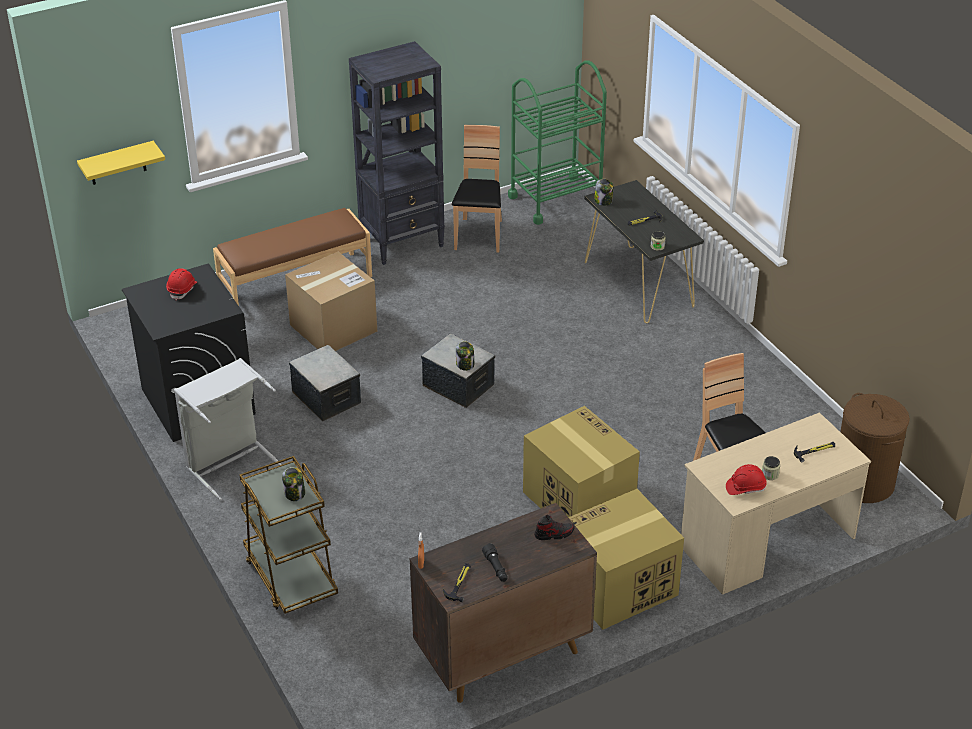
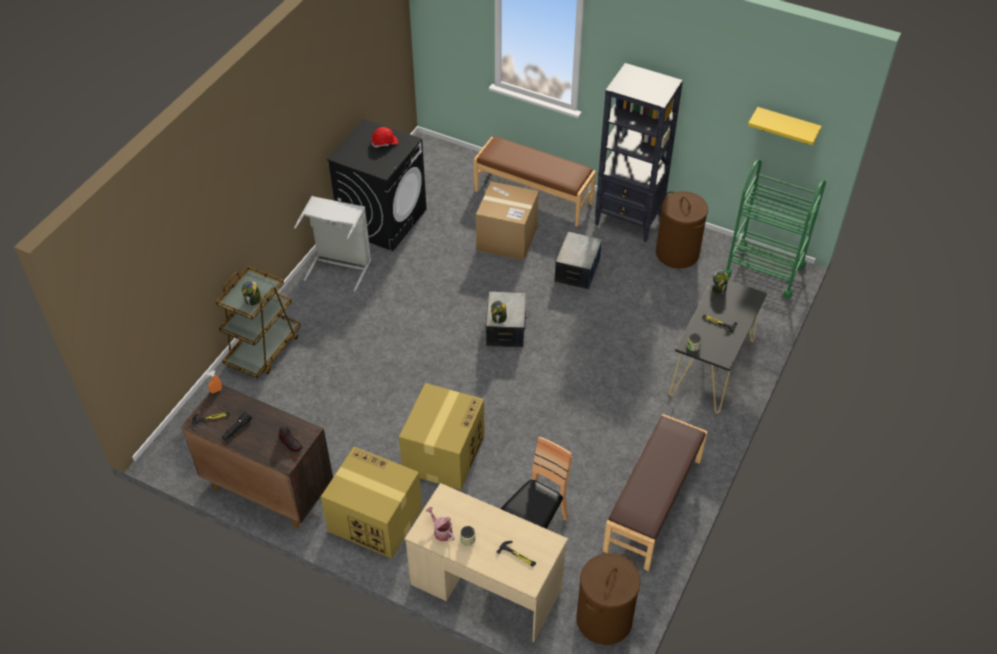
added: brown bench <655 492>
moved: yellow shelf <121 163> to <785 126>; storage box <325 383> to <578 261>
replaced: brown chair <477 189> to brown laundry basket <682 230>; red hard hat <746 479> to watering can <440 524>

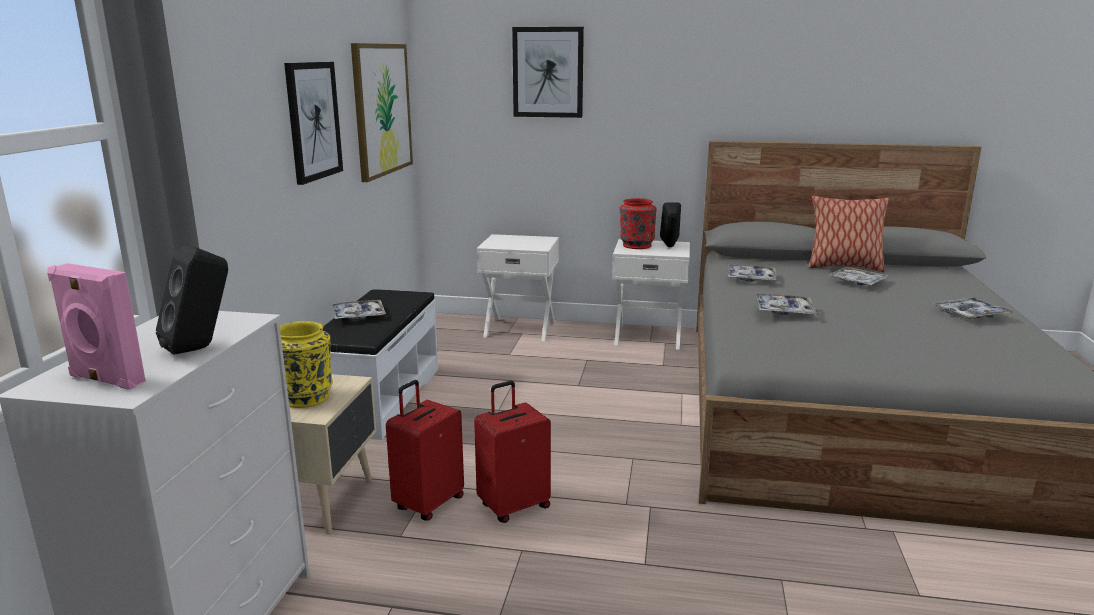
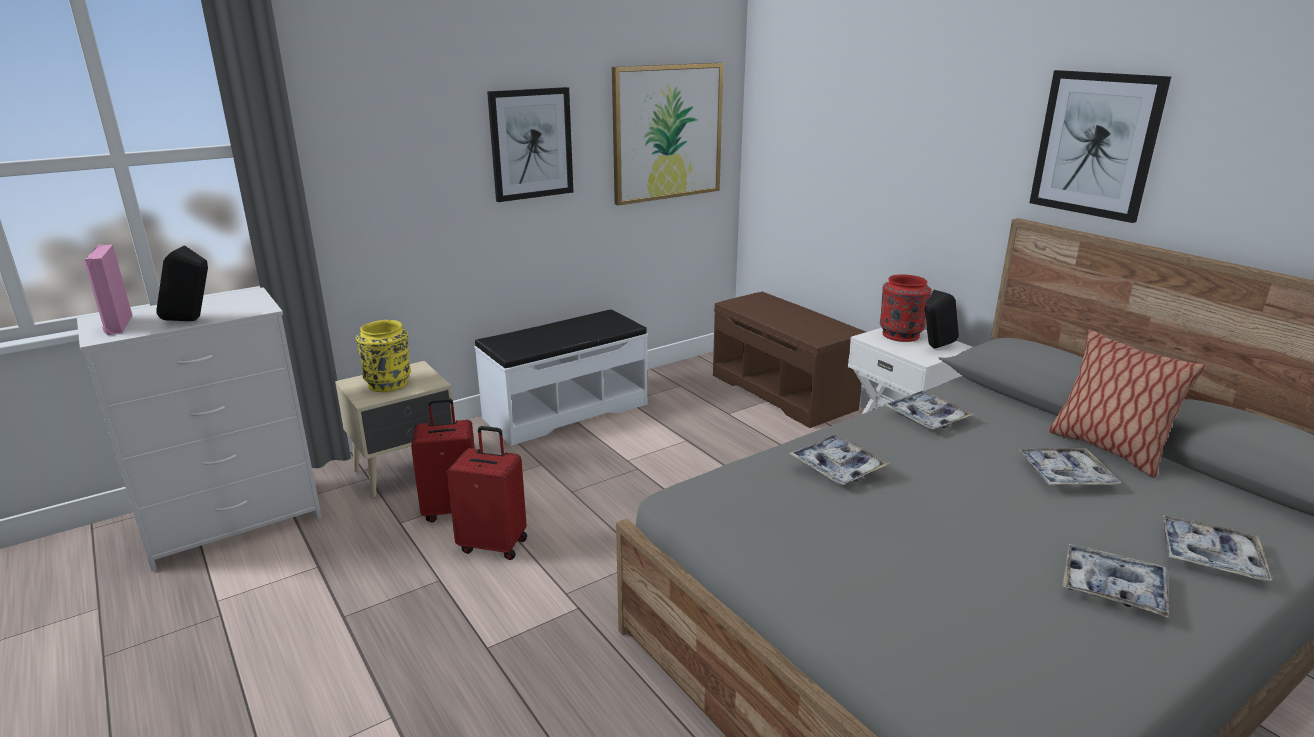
moved: picture <548 72> to <1100 146>; tray <359 310> to <1217 548>
replaced: white nightstand <518 288> to brown bench <789 360>

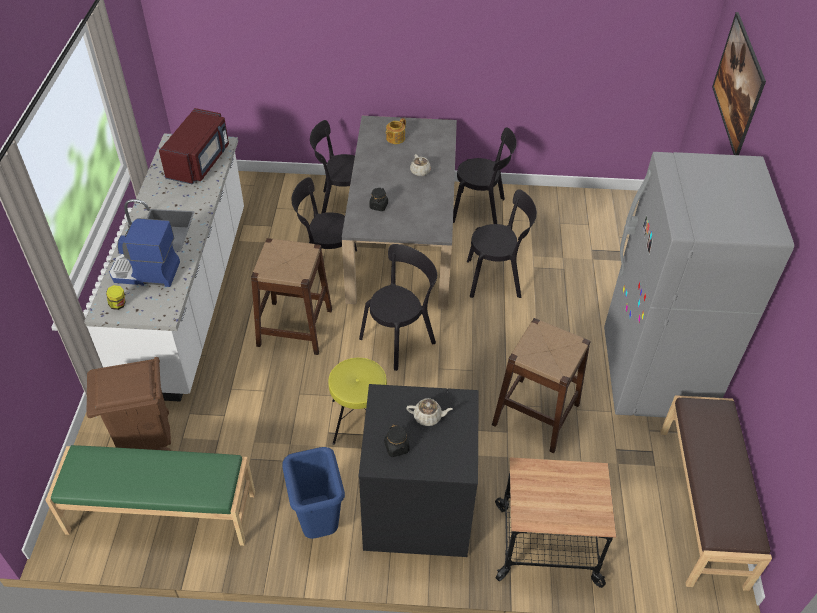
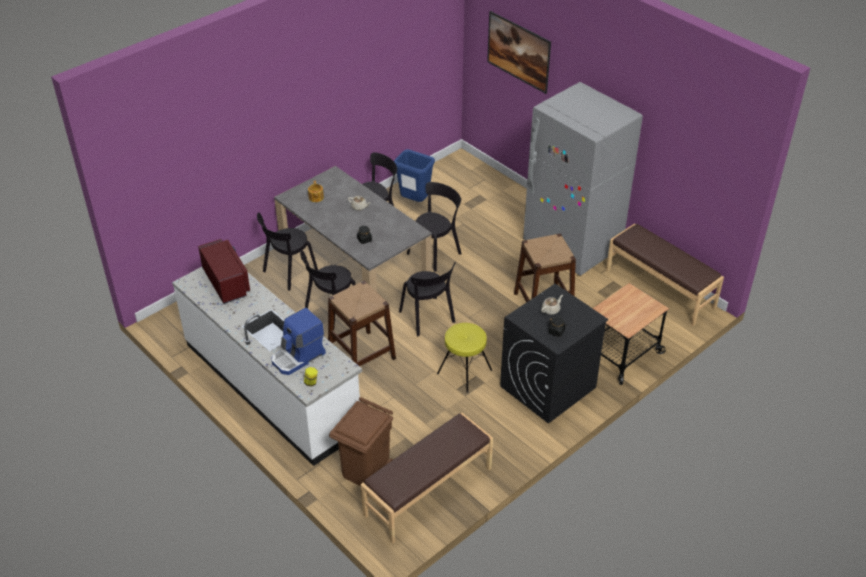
moved: blue trash can <313 493> to <414 175>
recoloured: green bench <150 495> to brown bench <427 478>
turned: black chair <398 307> = <427 299> 150 degrees clockwise

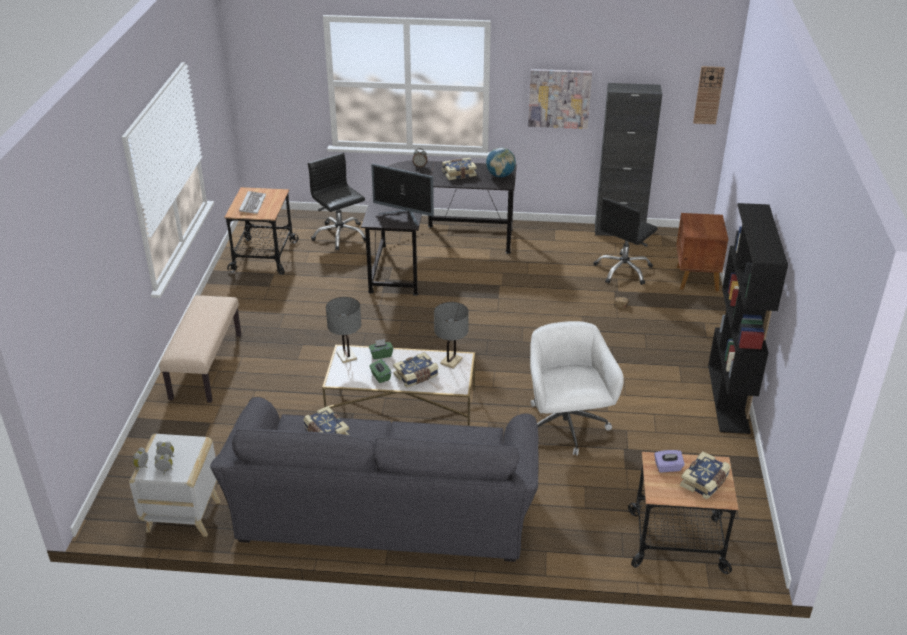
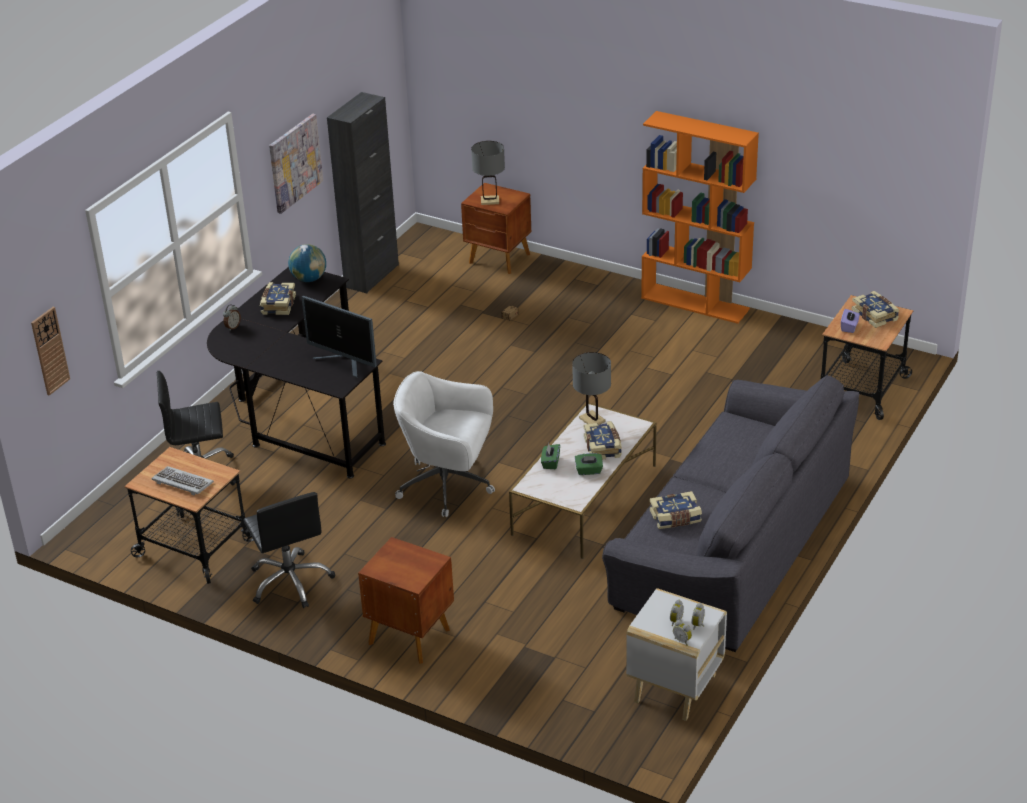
moved: wall clock <709 95> to <50 351>; black office chair <625 241> to <289 550>; grey table lamp <343 330> to <488 173>; white office chair <577 388> to <444 444>
replaced: beige bench <200 349> to brown nightstand <406 600>
recoloured: black bookcase <748 318> to orange bookcase <700 217>
turned: monitor <402 194> = <339 337> 75 degrees clockwise

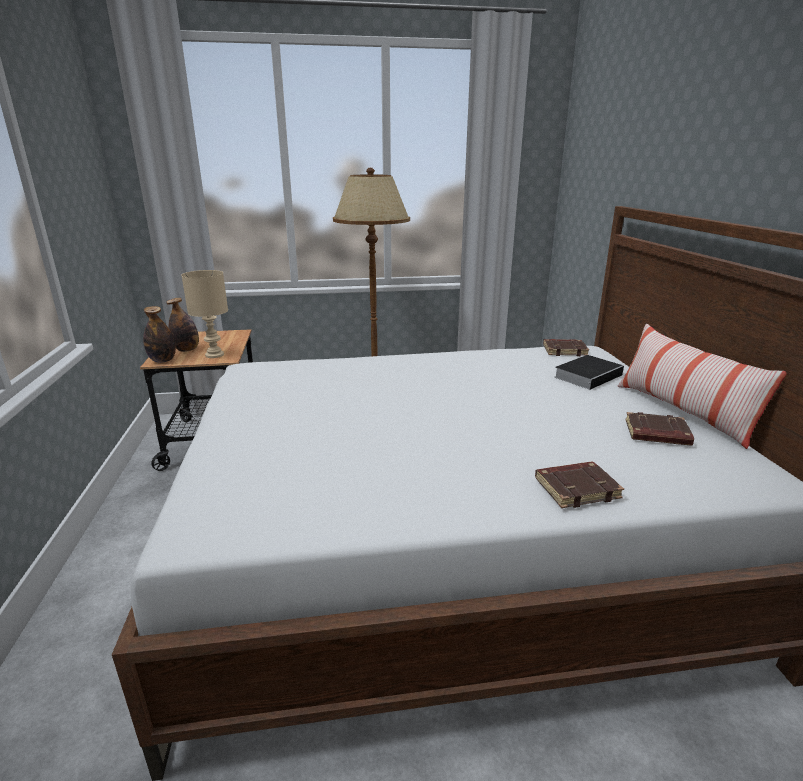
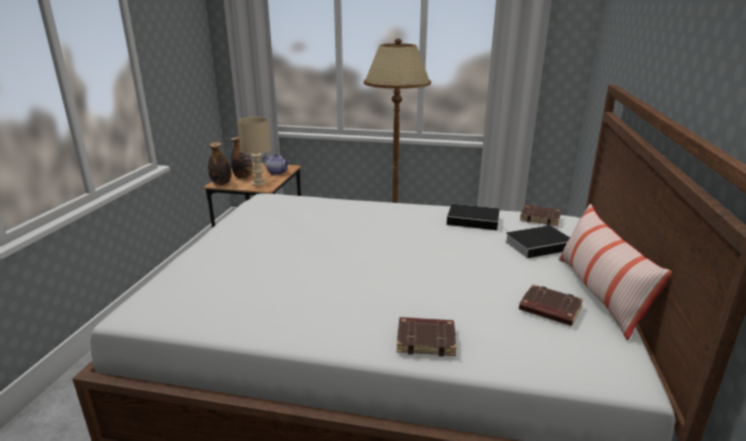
added: teapot <276 164>; book <477 217>

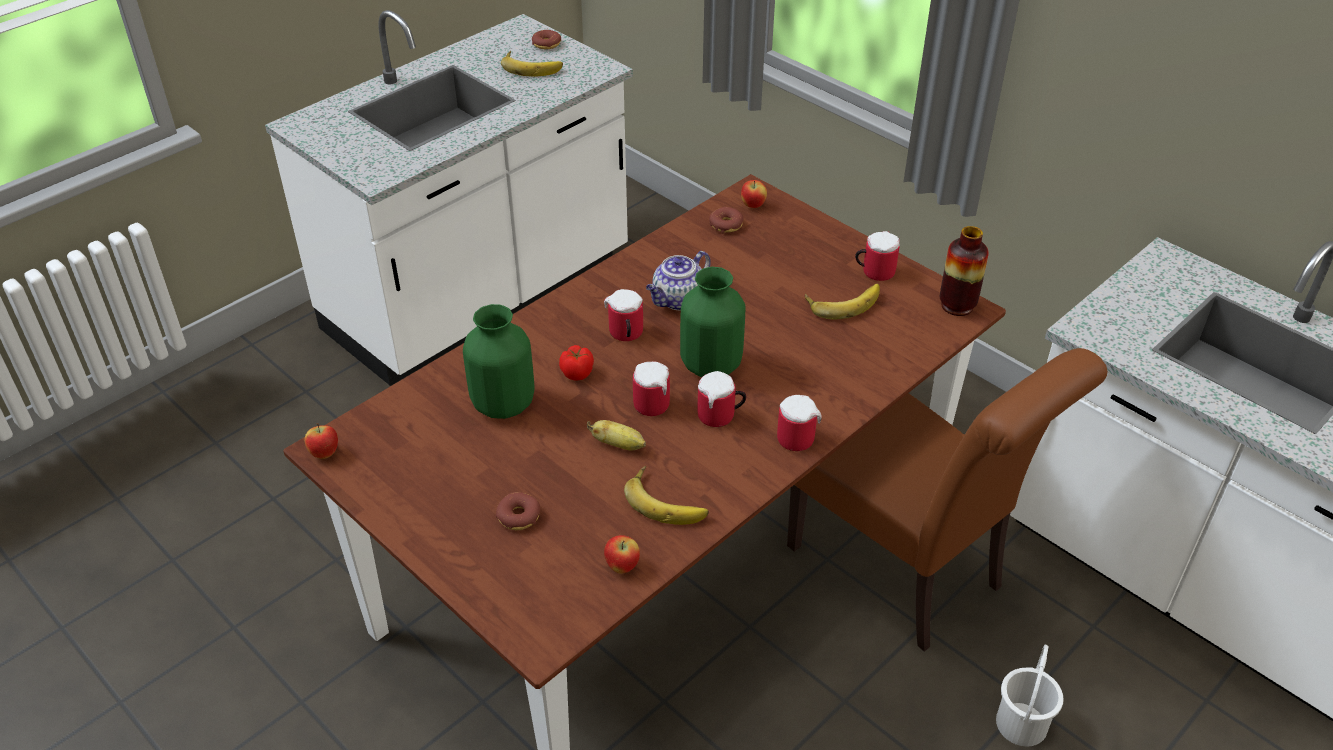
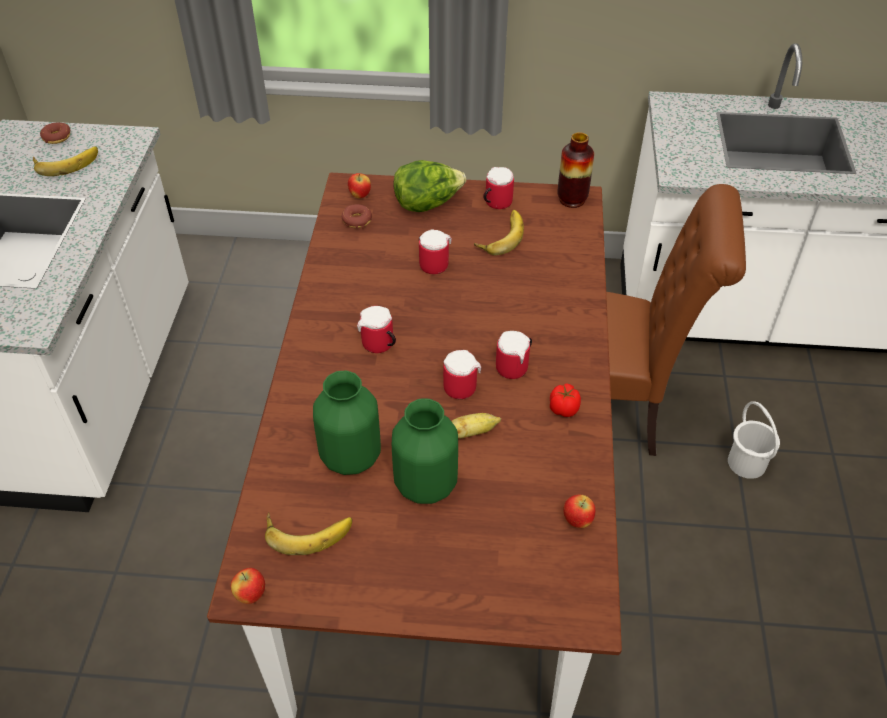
removed: teapot <678 281>; donut <518 511>
added: lettuce <429 186>
moved: green vase <712 322> to <425 451>; tomato <576 362> to <565 400>; mug <799 423> to <435 251>; banana <666 495> to <308 534>

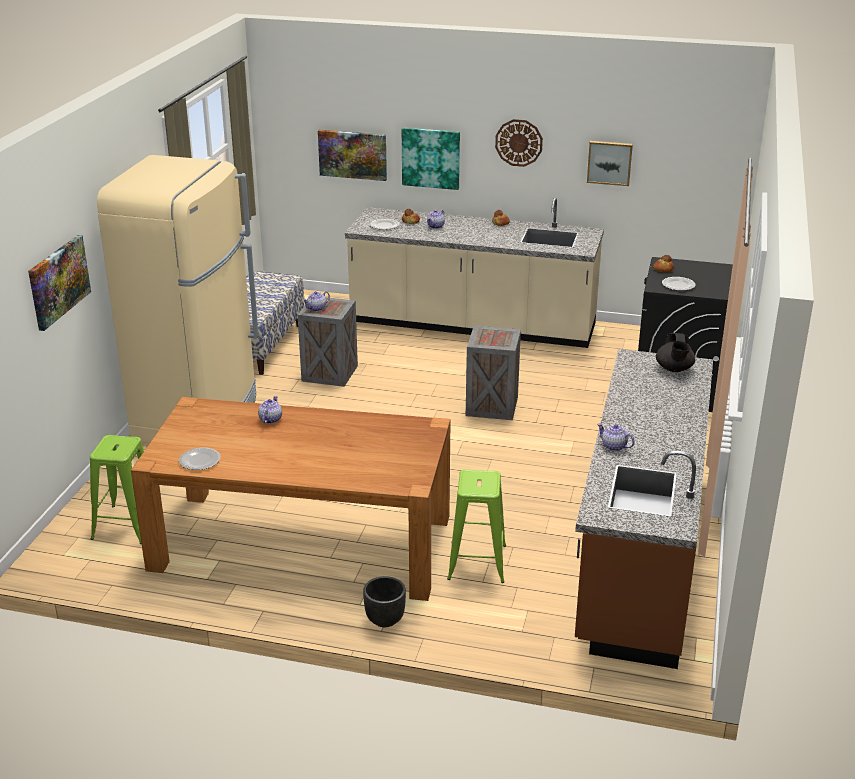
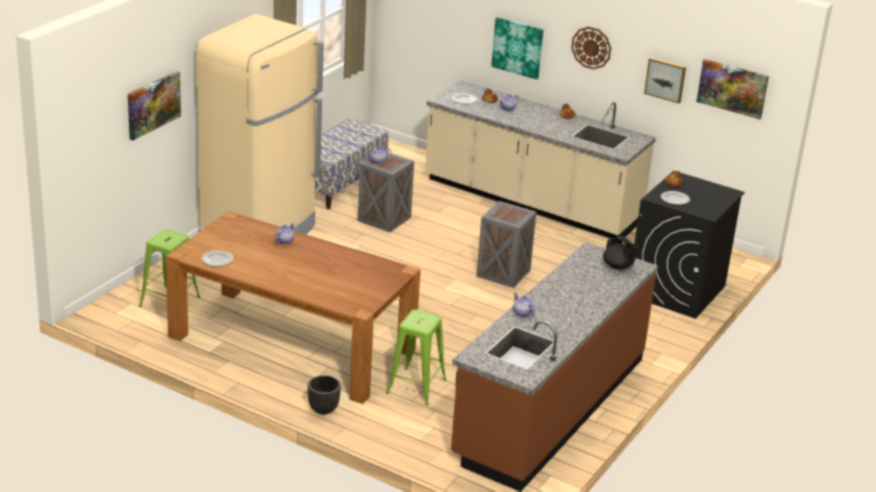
moved: picture <352 155> to <733 89>
turned: black teapot <675 352> = <621 252> 60 degrees counterclockwise

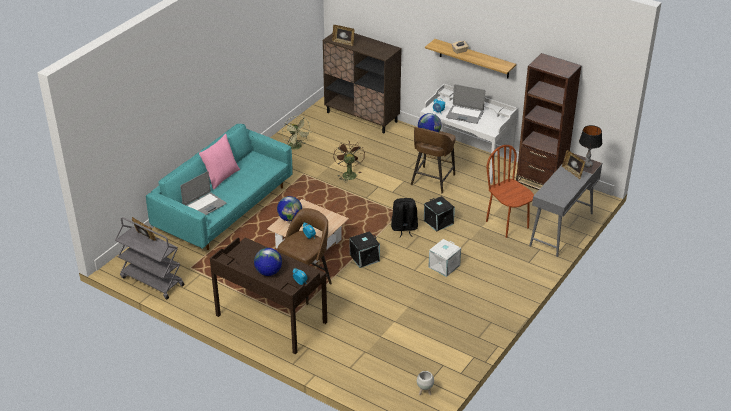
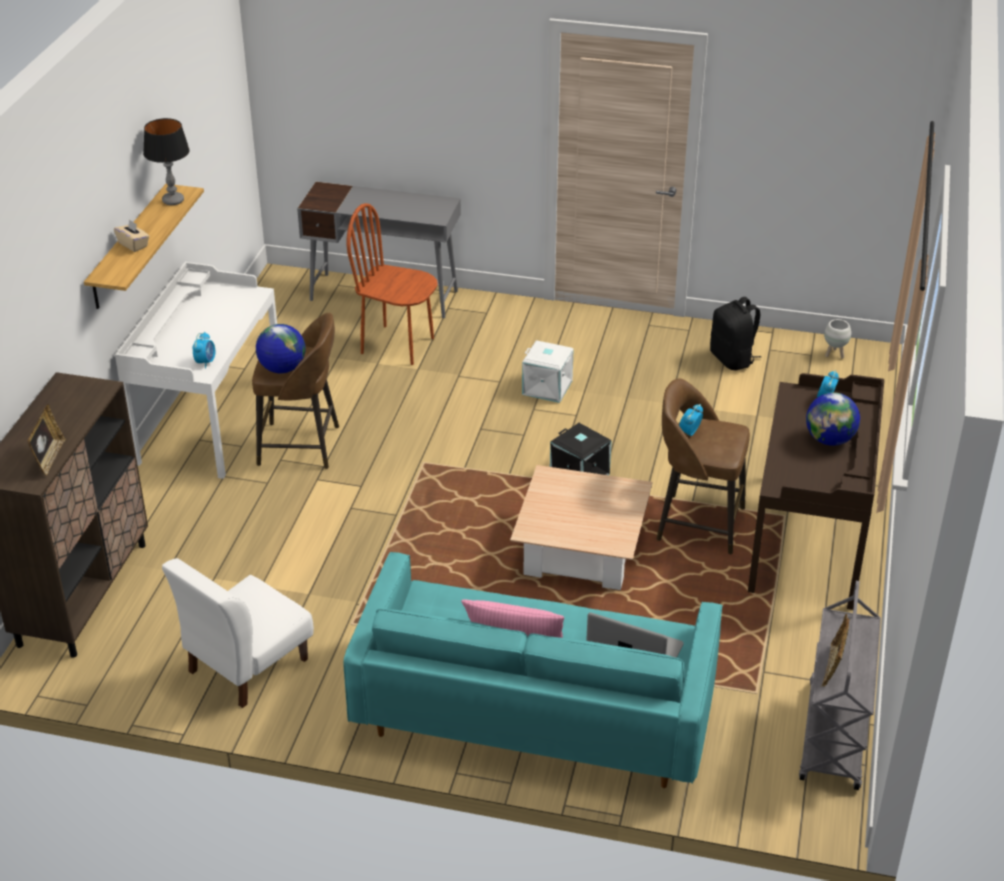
removed: brown bookcase <549 121>; laptop <465 104>; brown fan <349 161>; picture frame <573 164>; globe <289 208>; black storage box <439 214>
moved: table lamp <590 146> to <166 161>; black backpack <404 217> to <735 333>
replaced: green fan <297 133> to white chair <238 633>
turned: brown chair <510 191> = <392 284> 75 degrees clockwise

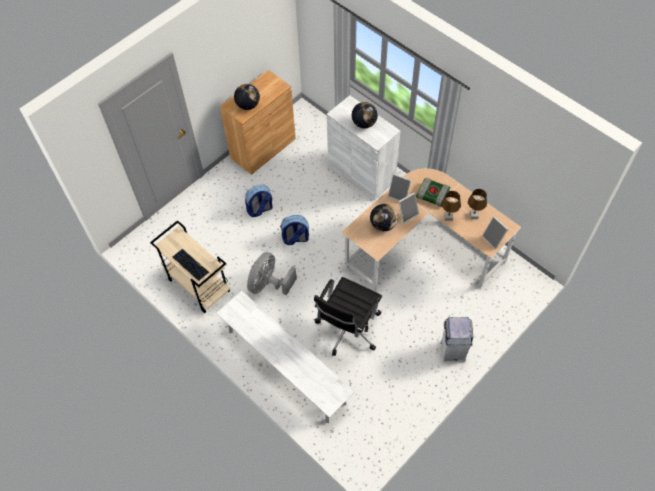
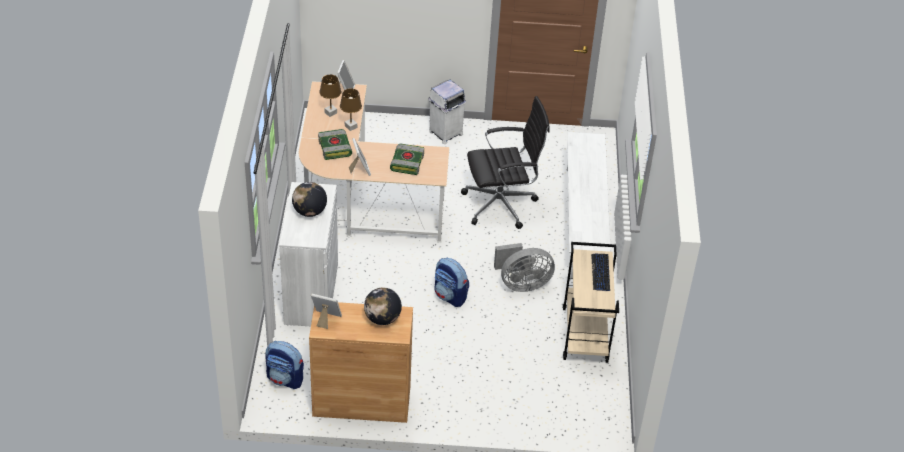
moved: backpack <259 201> to <284 365>; picture frame <409 208> to <326 311>
replaced: globe <384 217> to book <407 159>

